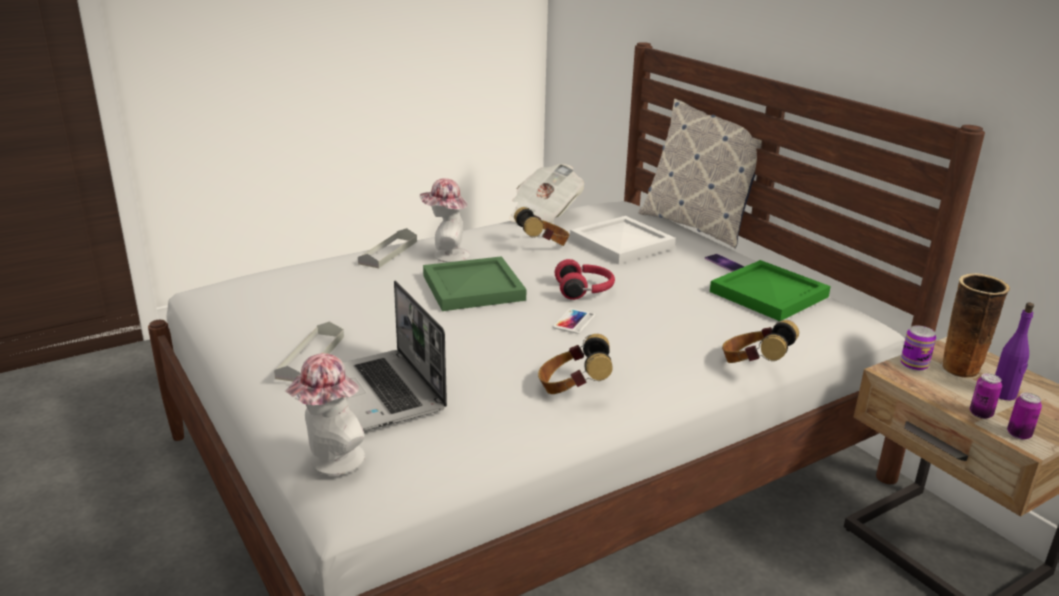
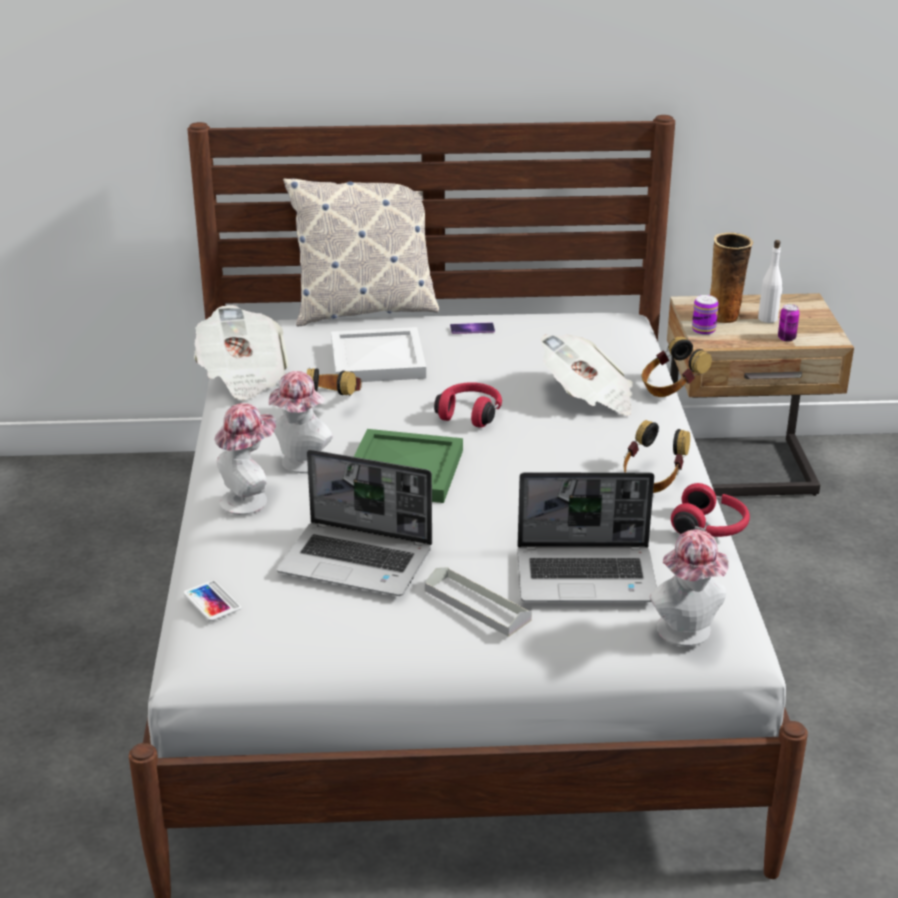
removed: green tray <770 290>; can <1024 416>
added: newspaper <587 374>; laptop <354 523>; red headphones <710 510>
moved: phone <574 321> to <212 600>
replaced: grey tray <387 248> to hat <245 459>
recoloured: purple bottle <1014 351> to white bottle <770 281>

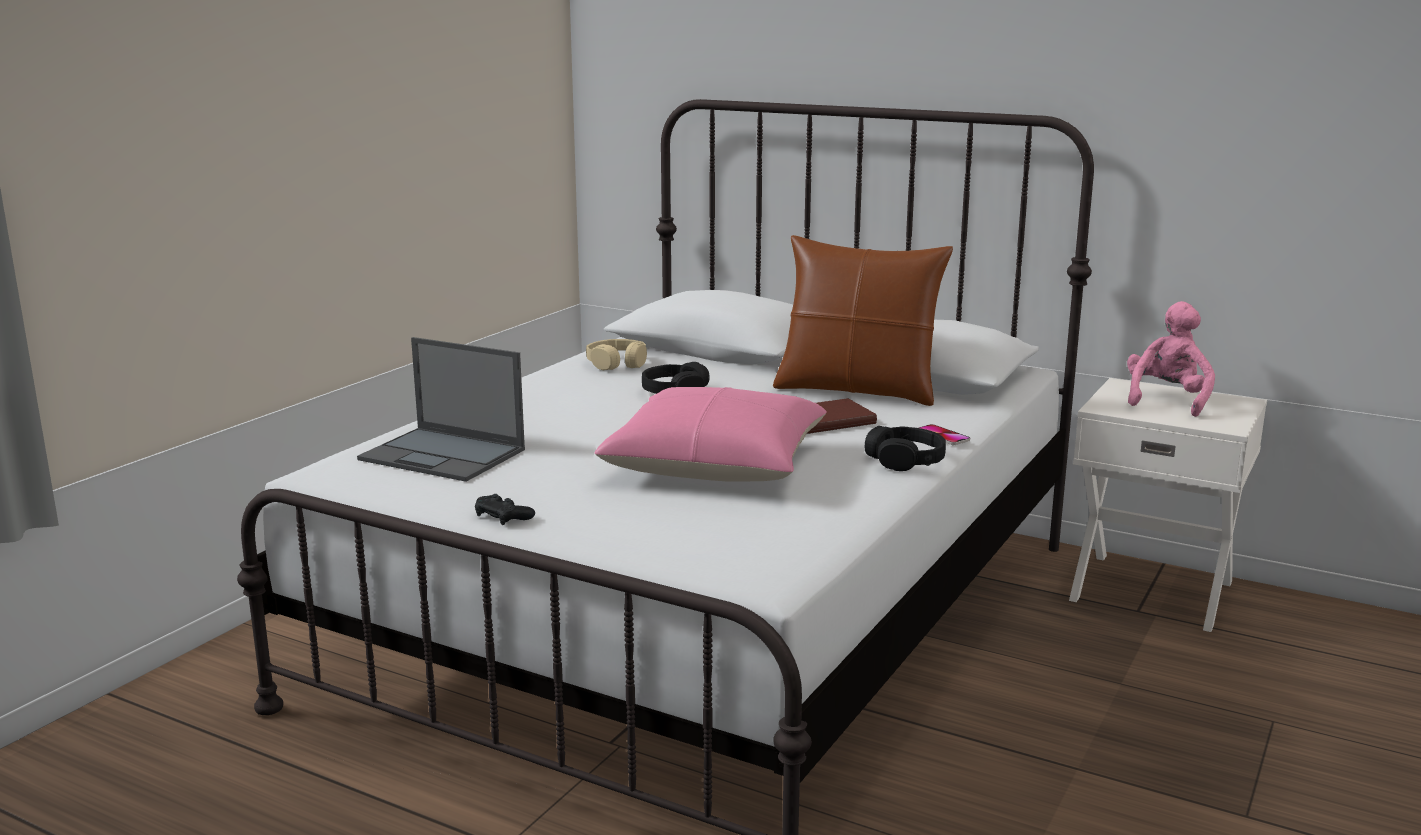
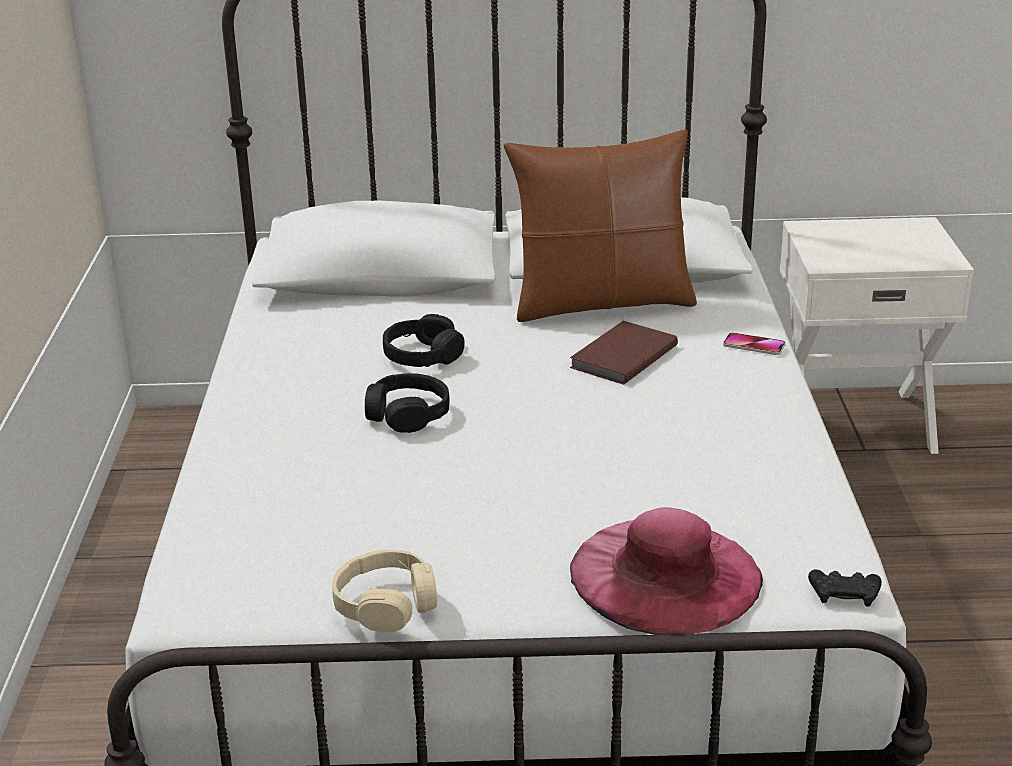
removed: pink plush toy <1171 359>; laptop <441 409>; pink pillow <710 434>
added: pink hat <666 571>
moved: beige headphones <616 354> to <384 591>; black headphones <905 448> to <407 403>; black game controller <505 509> to <845 588>

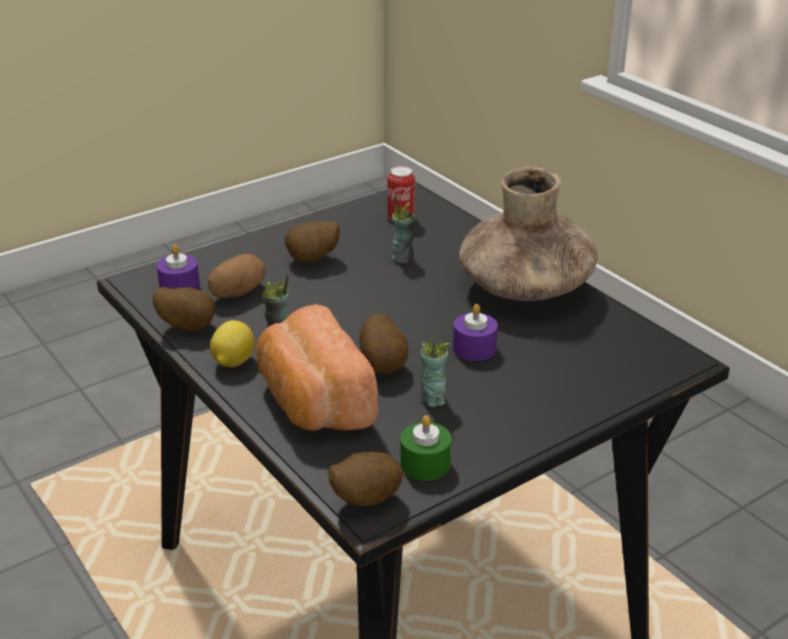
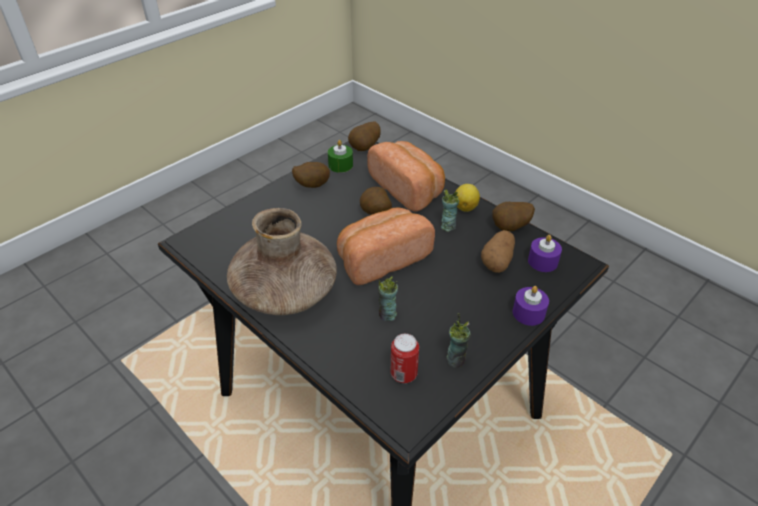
added: bread <386 246>
moved: potato <312 241> to <311 175>; purple candle <475 332> to <531 306>; cup <435 372> to <459 340>

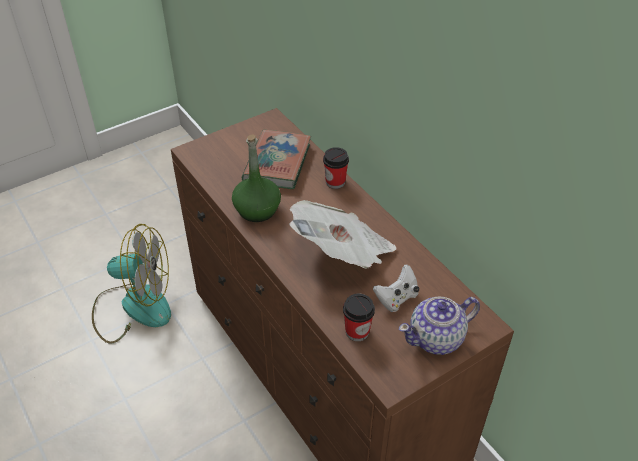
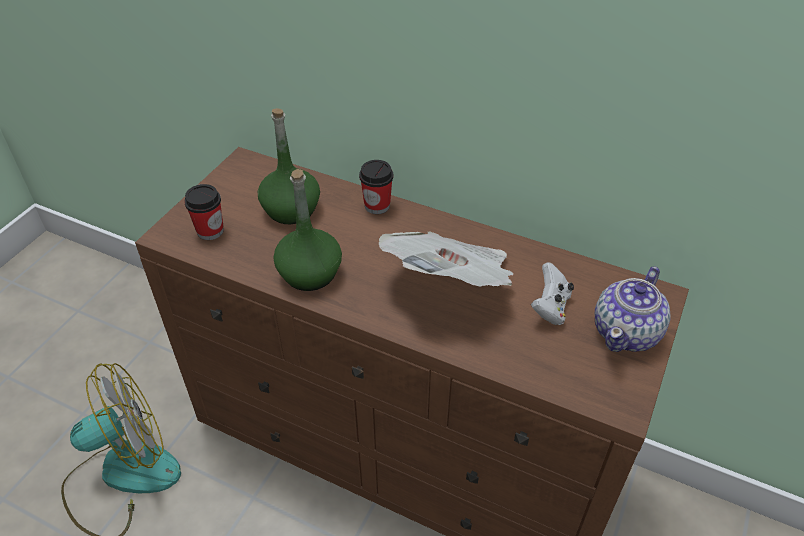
moved: cup <359 317> to <204 212>
replaced: book <276 159> to green bottle <289 166>

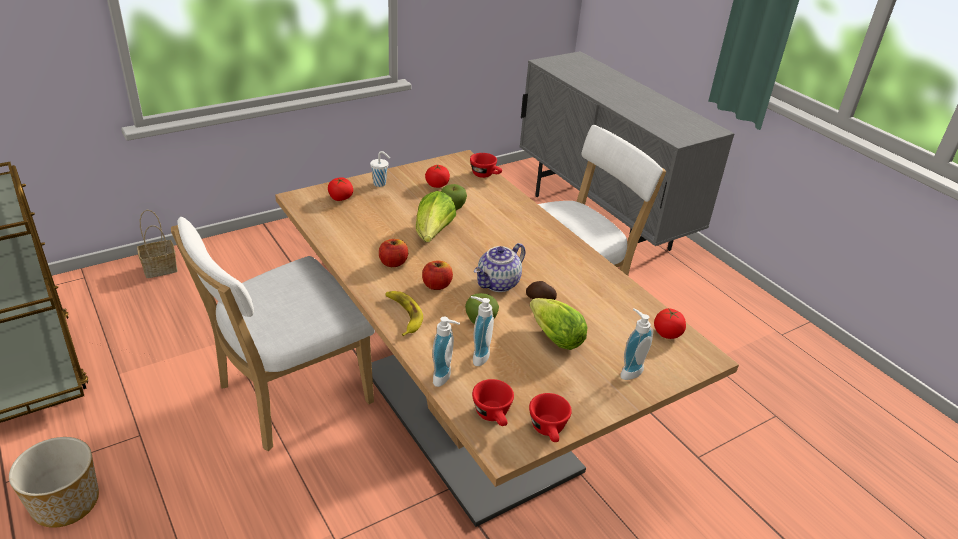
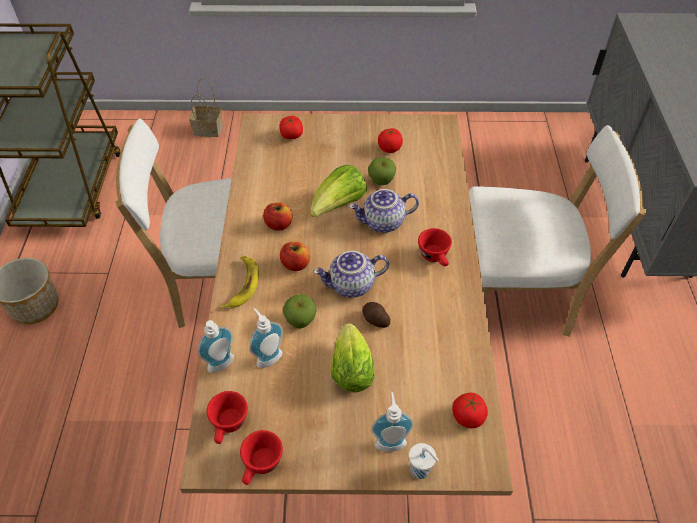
added: teapot <384 211>
moved: white cup <380 169> to <424 461>; red cup <486 165> to <435 247>

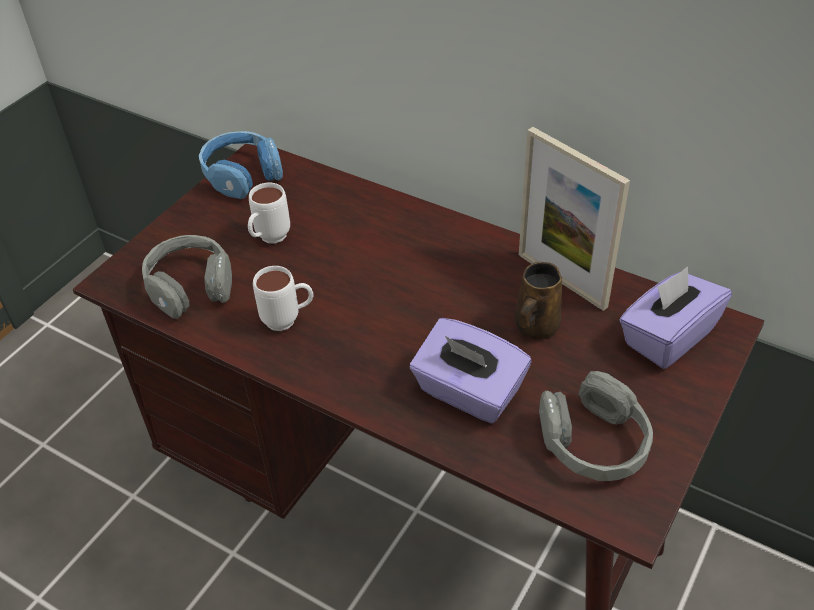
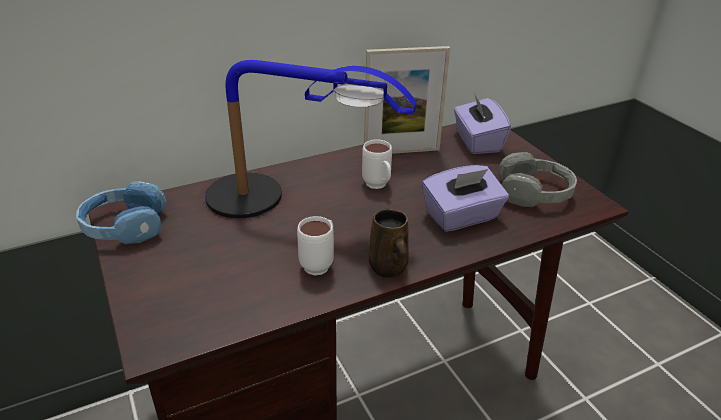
removed: grey headphones <187 277>
added: table lamp <310 139>
moved: white mug <269 213> to <377 164>; brown mug <538 301> to <388 243>

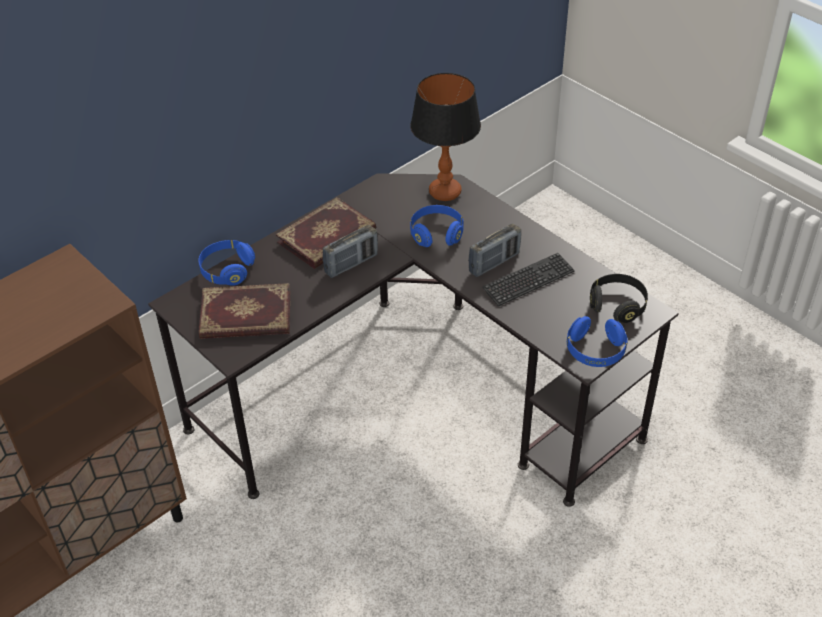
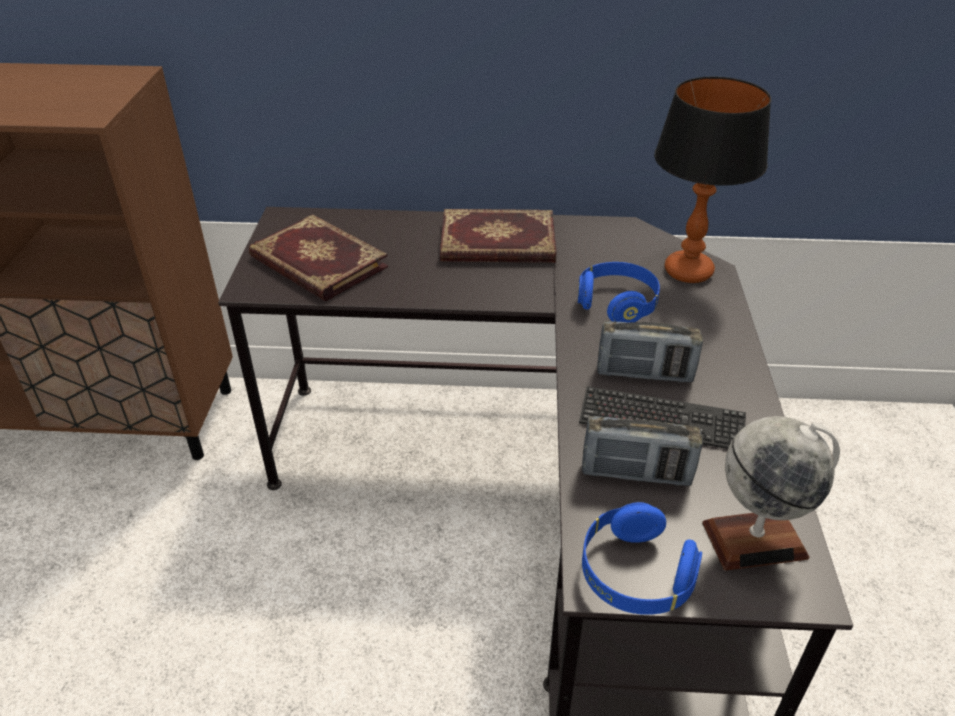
removed: blue headphones <227 263>
moved: radio <350 251> to <642 451>
replaced: black headphones <619 298> to globe <771 493>

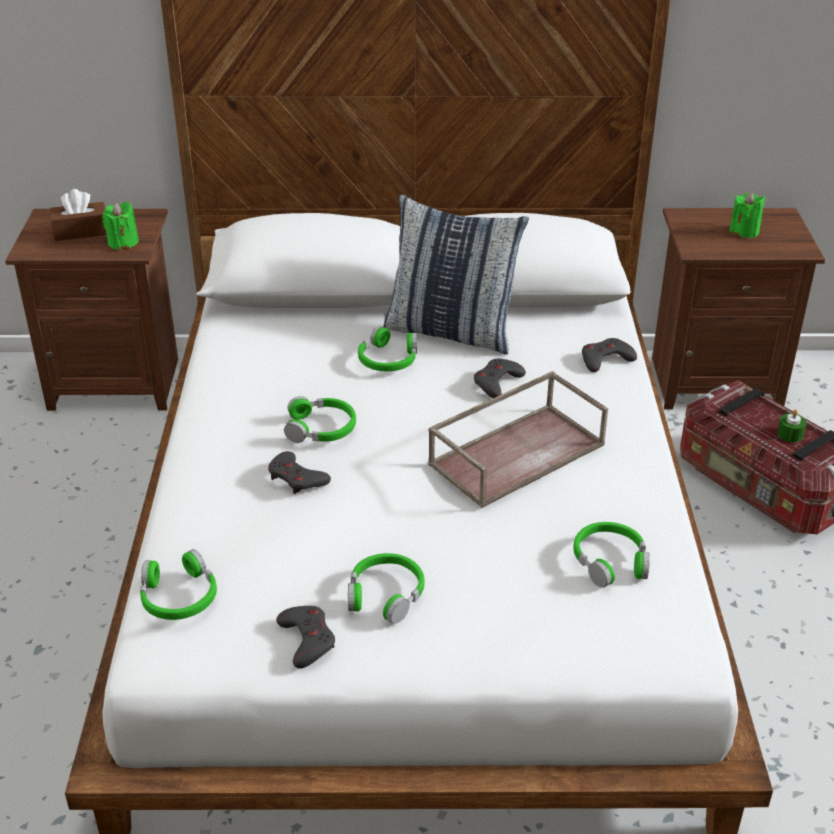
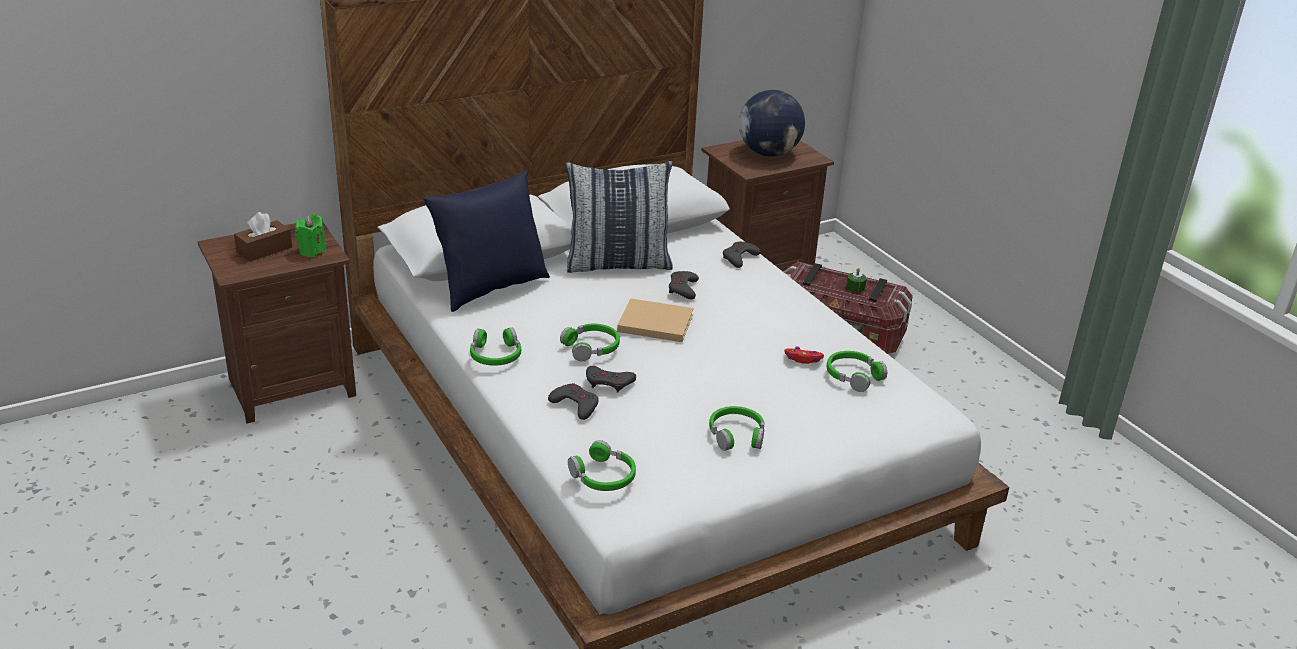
removed: brown tray <518 439>
added: blue pillow <486 241>; beige book <655 320>; red game controller <804 355>
moved: green headphones <387 348> to <495 346>; grey game controller <305 637> to <573 401>
replaced: green candle <747 215> to globe <772 123>

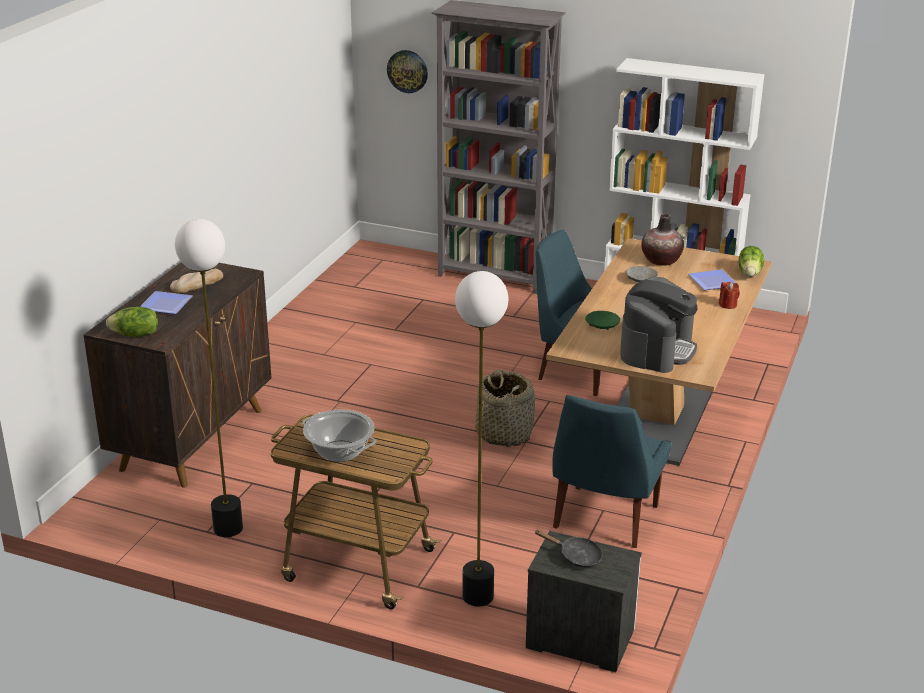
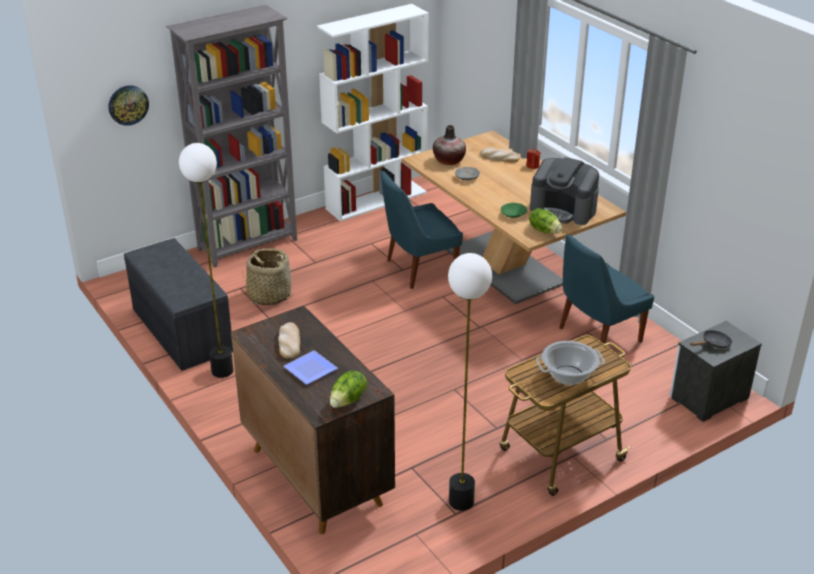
added: grey bench <178 304>
moved: lettuce <751 261> to <545 221>; floor lamp <481 439> to <206 260>; basket <505 408> to <267 276>
replaced: plate <712 279> to bread <500 154>
turned: coffee machine <658 325> = <564 191> 150 degrees clockwise; blue chair <612 471> = <606 289> 90 degrees clockwise

